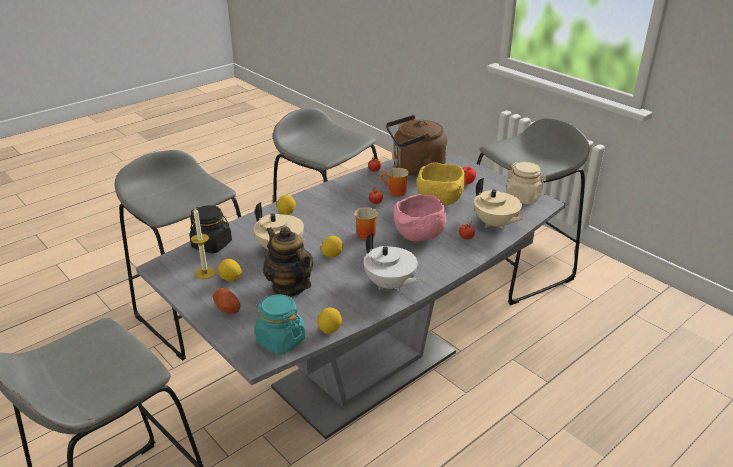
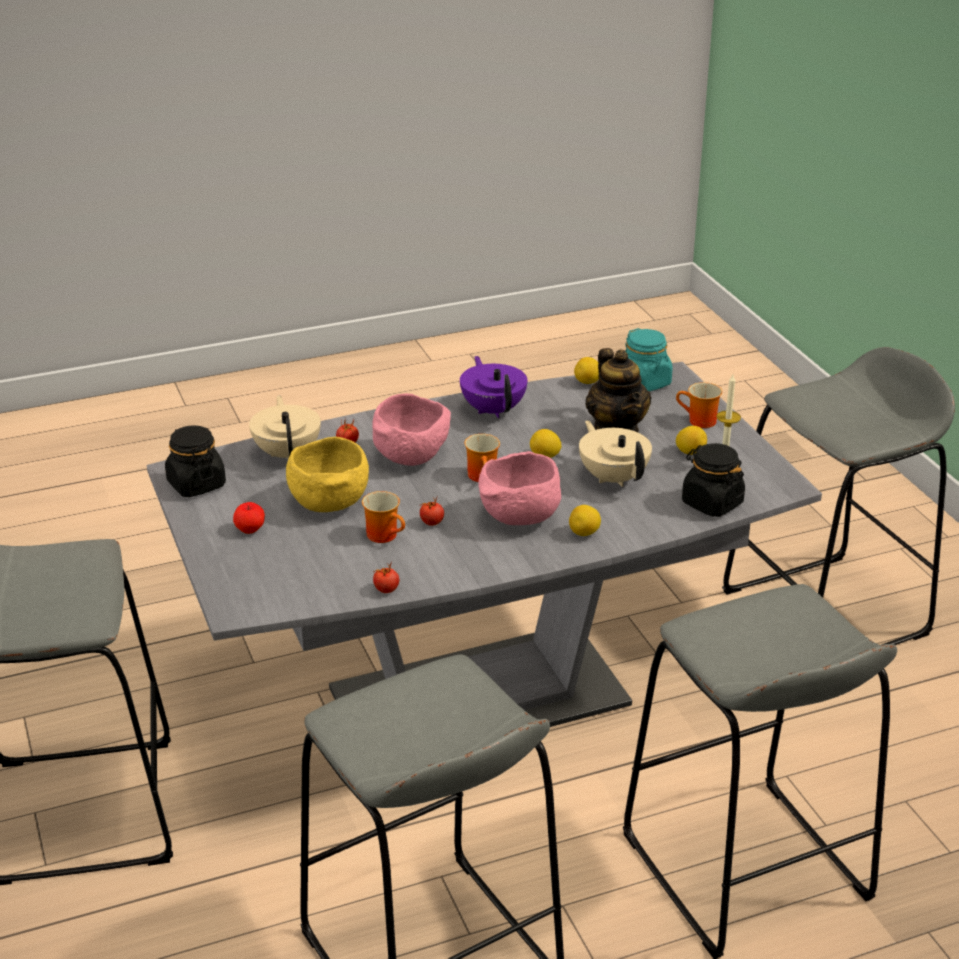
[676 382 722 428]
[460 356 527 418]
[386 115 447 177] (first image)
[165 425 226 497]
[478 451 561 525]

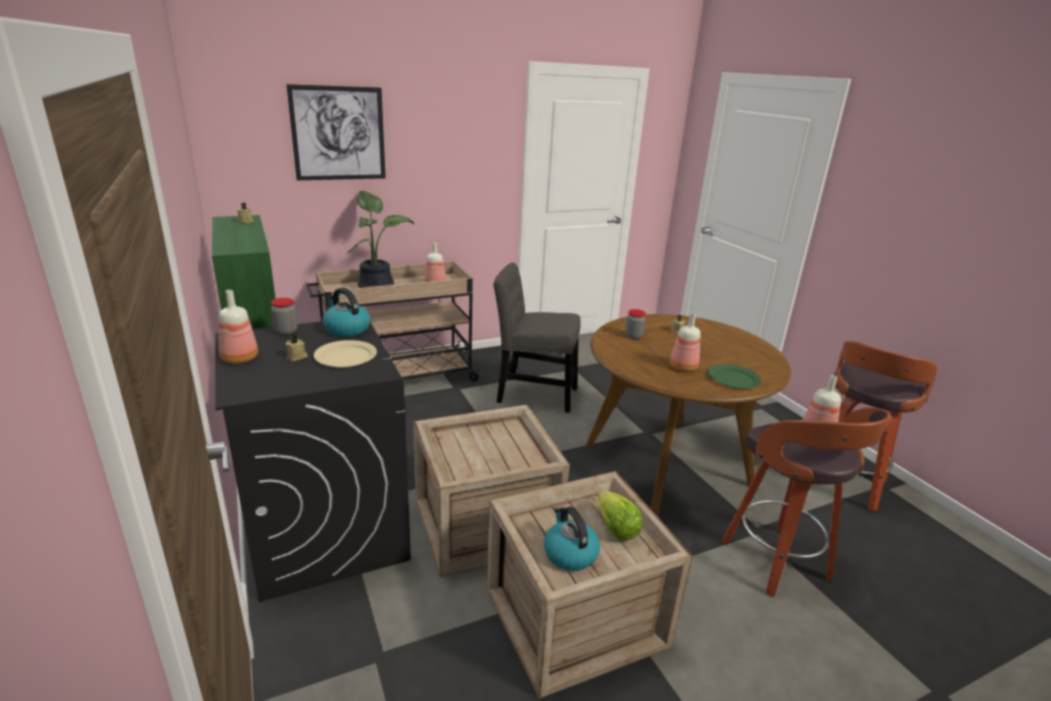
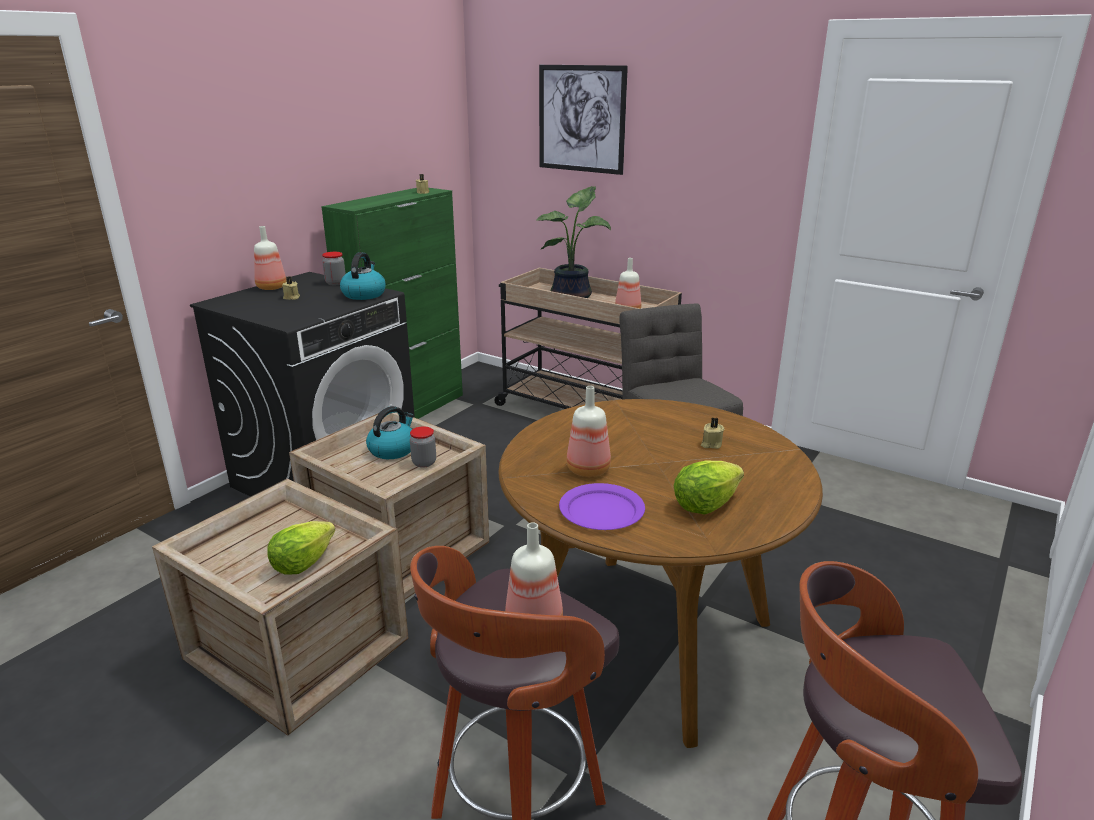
[314 340 377 367] (first image)
[366 406 414 459]
[410 426 436 468]
[559 483 645 530]
[674 460 744 514]

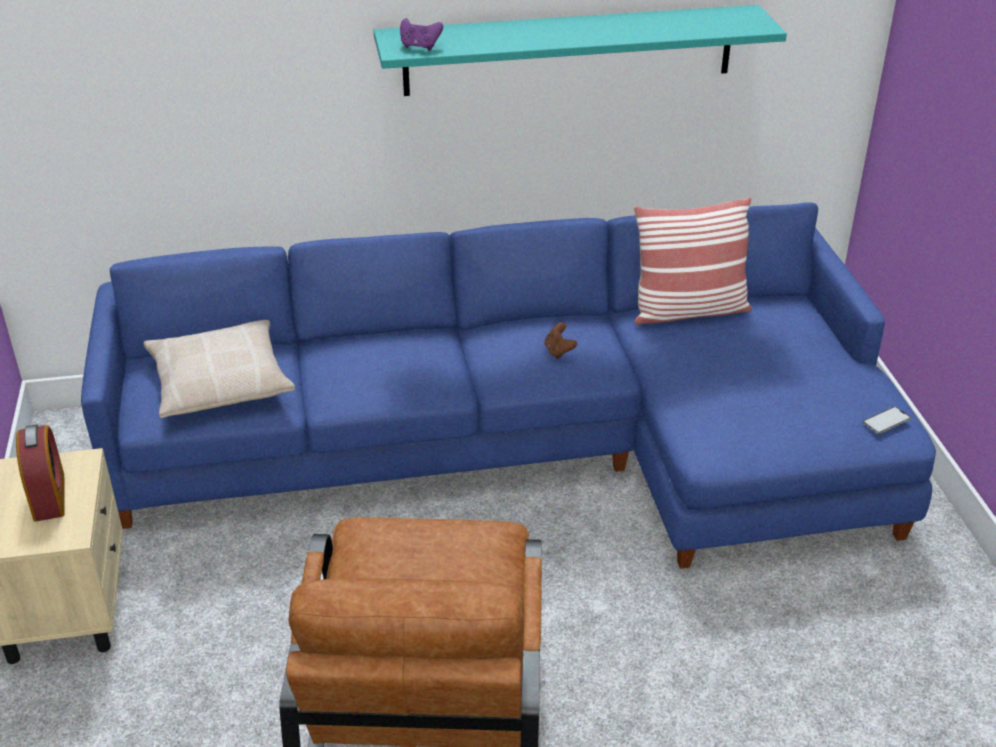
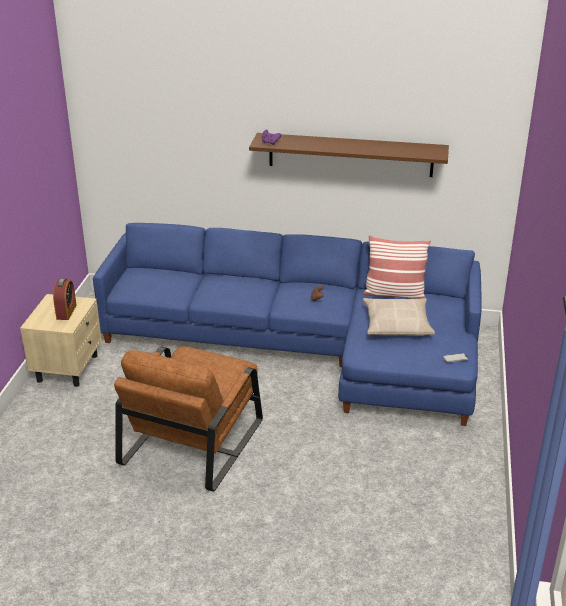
[363 298 435 336]
[249 133 449 177]

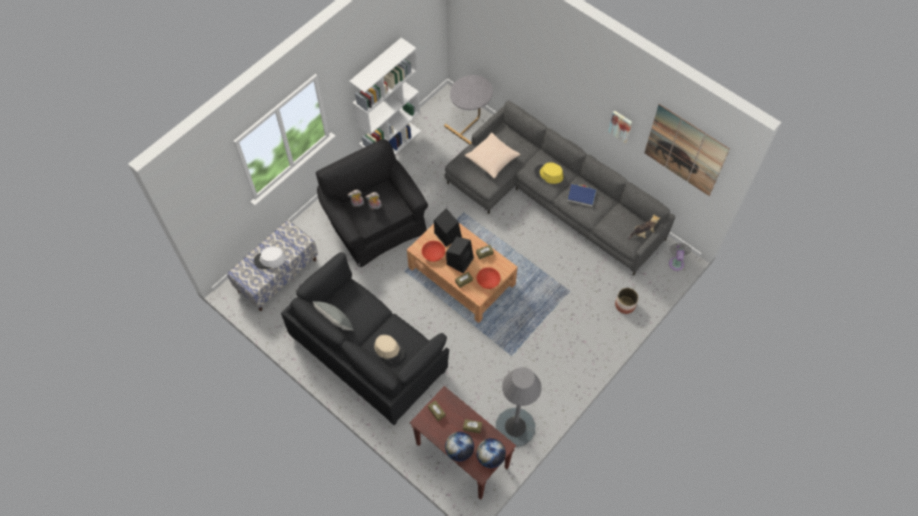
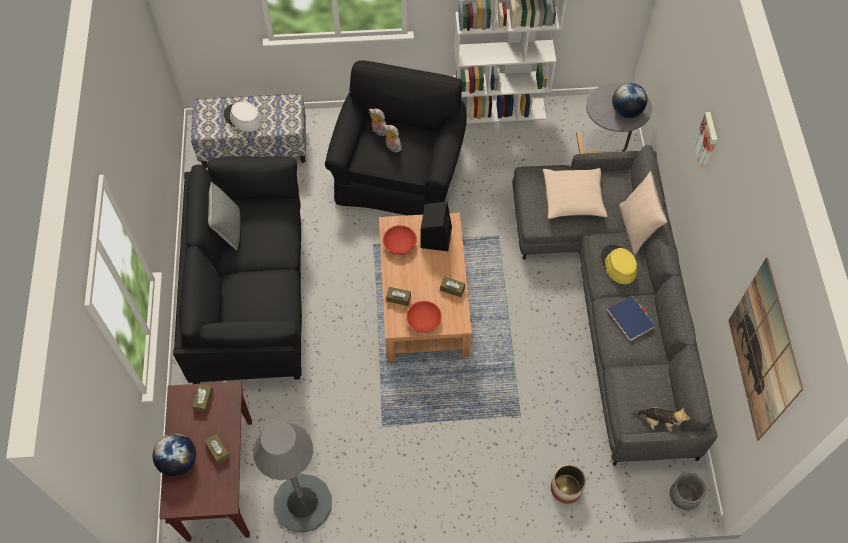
[374 335 405 363] (first image)
[446 237 474 273] (first image)
[612 83 647 118]
[693 112 717 170]
[670 473 706 510]
[619 171 667 255]

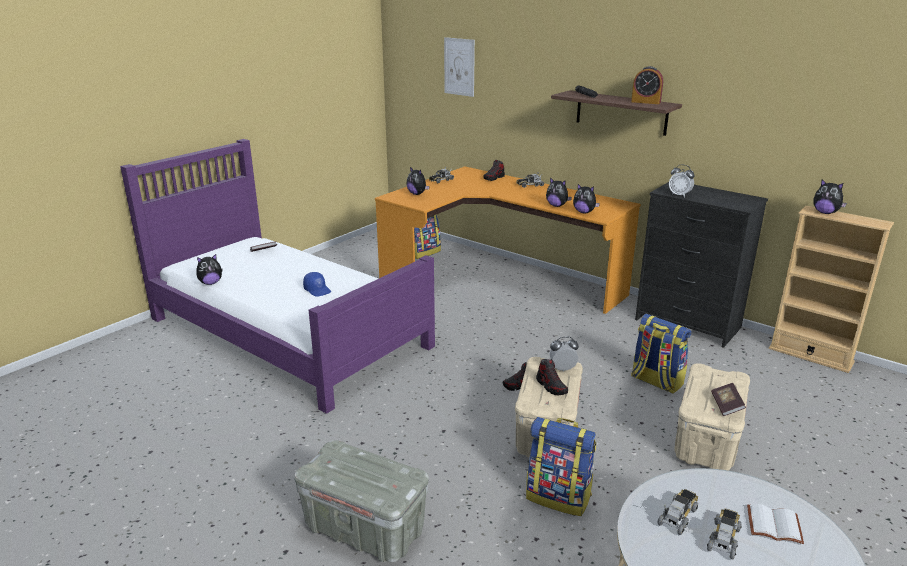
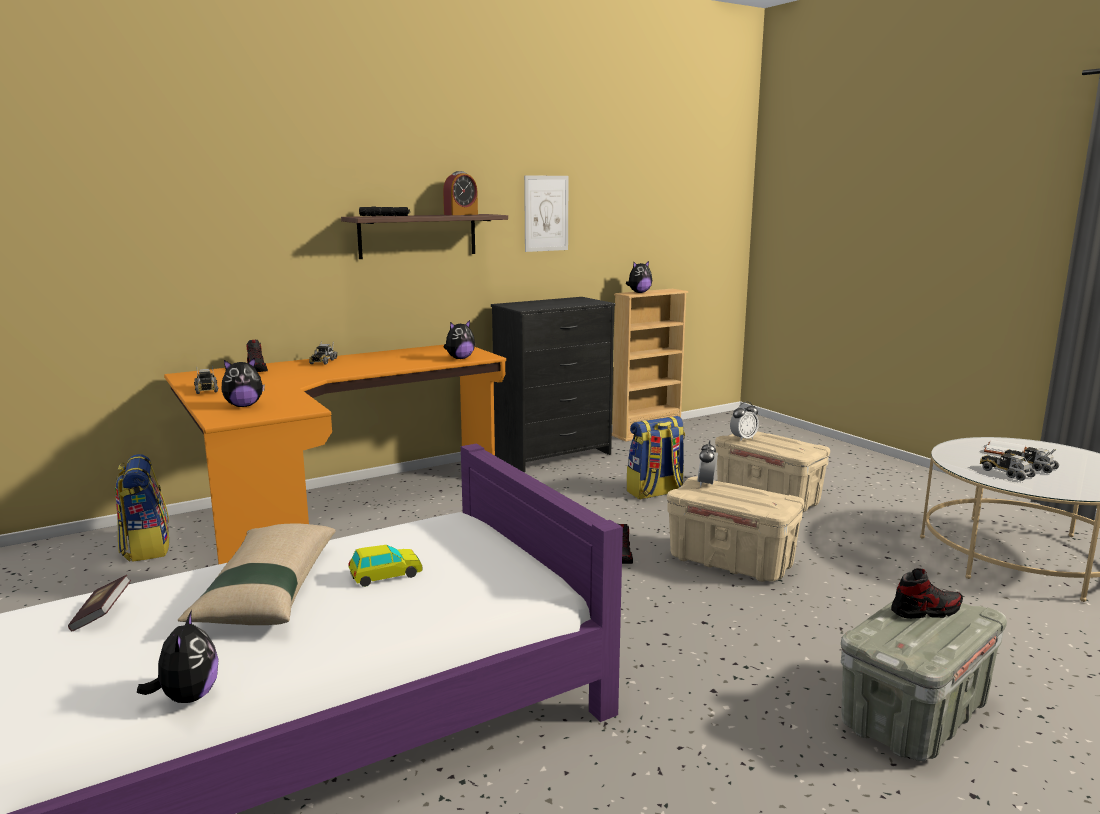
[348 545 422 587]
[524 175 569 252]
[526 417 596 516] (first image)
[891 568 963 619]
[546 178 572 207] (first image)
[730 402 759 441]
[711 383 746 416] (first image)
[178 523 336 625]

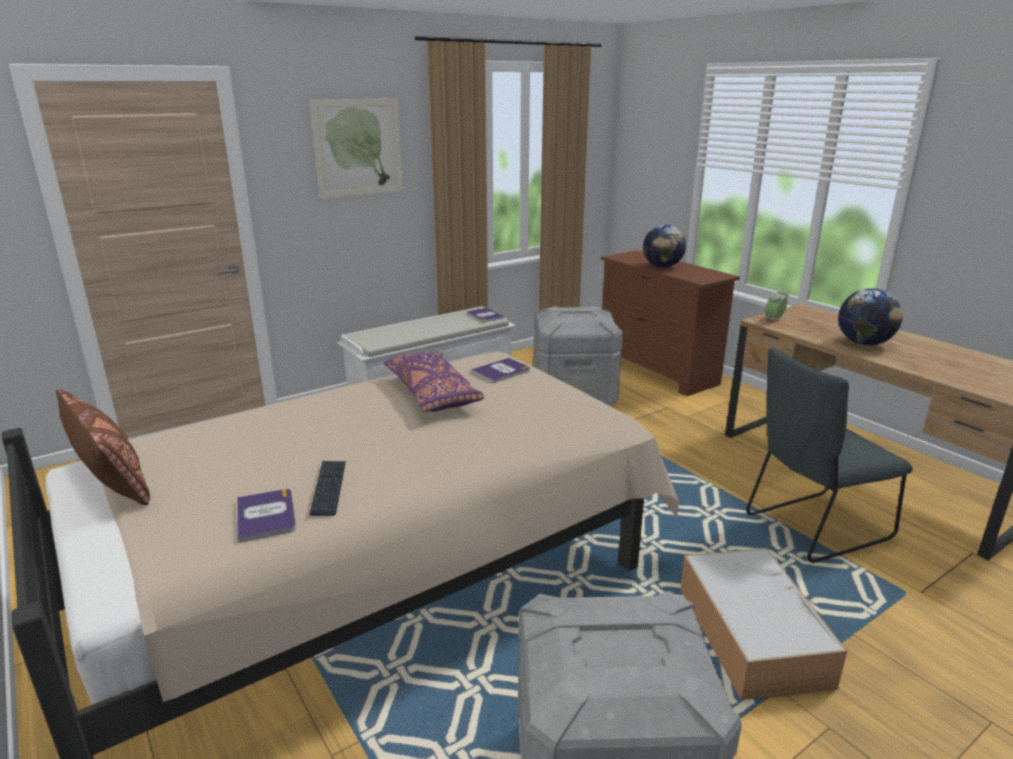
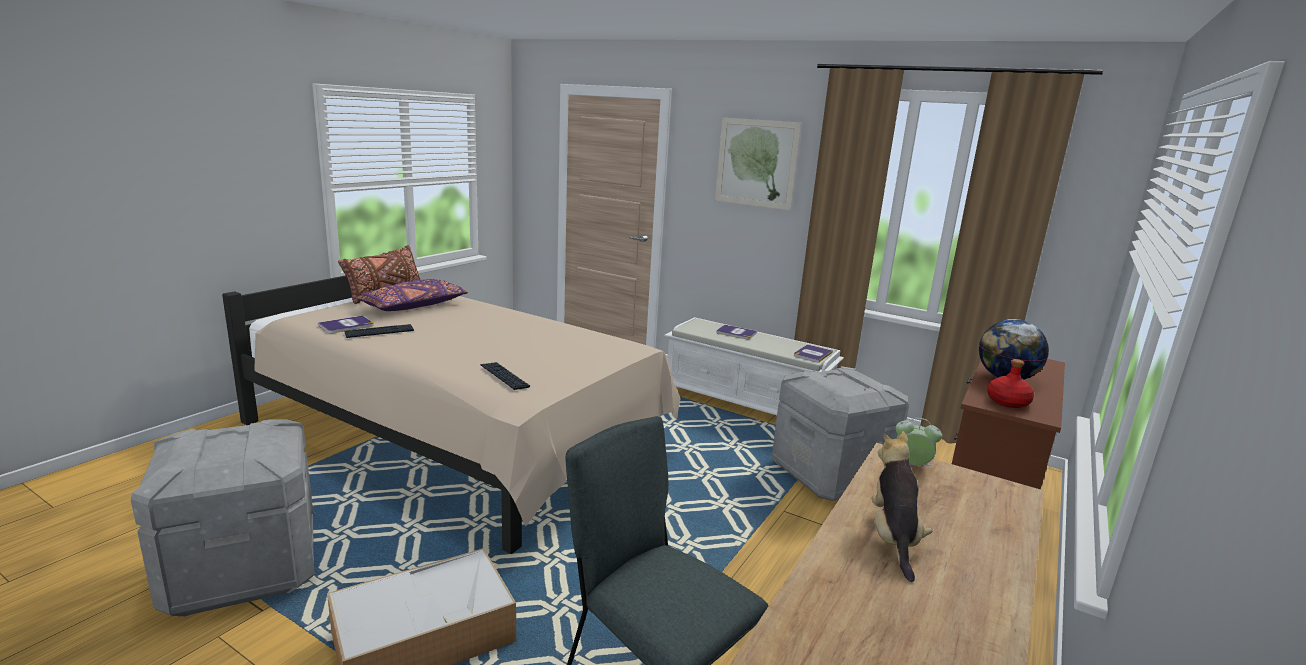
[356 279 468 311]
[716 325 757 339]
[872 431 933 582]
[480 362 530 390]
[987 359 1034 408]

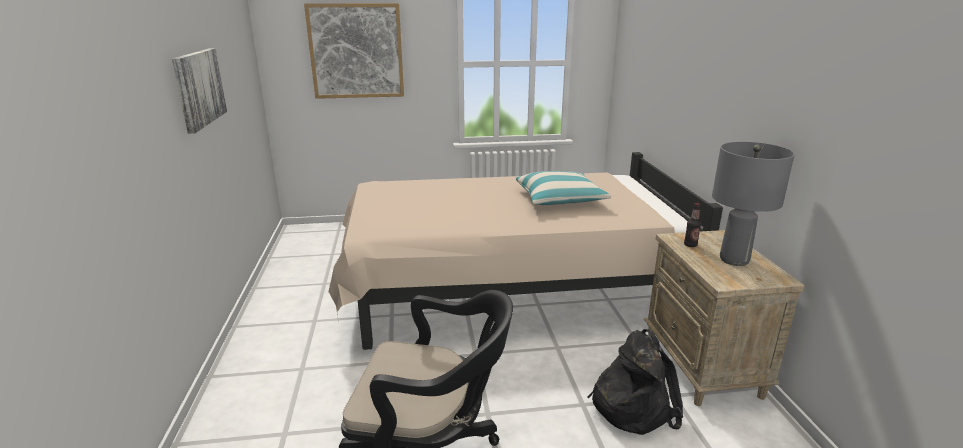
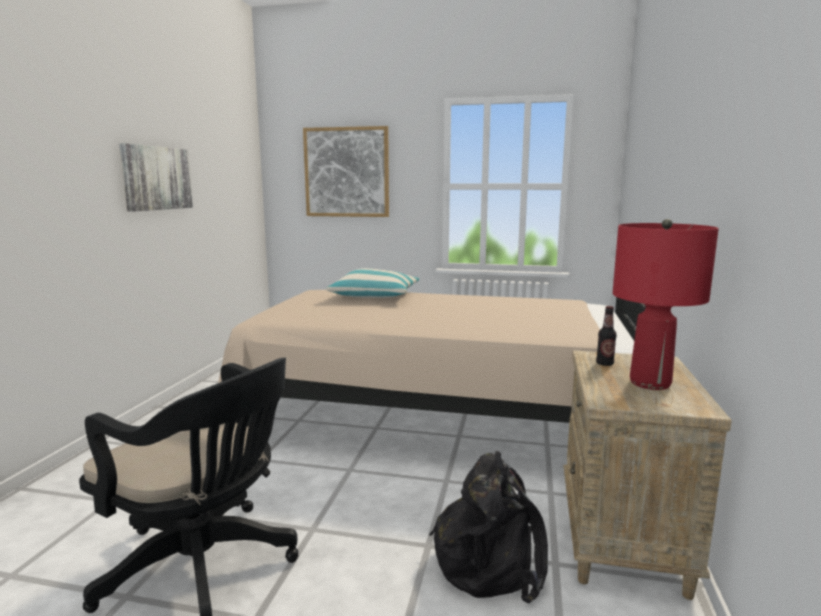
[326 268 419 298]
[613 219 719 390]

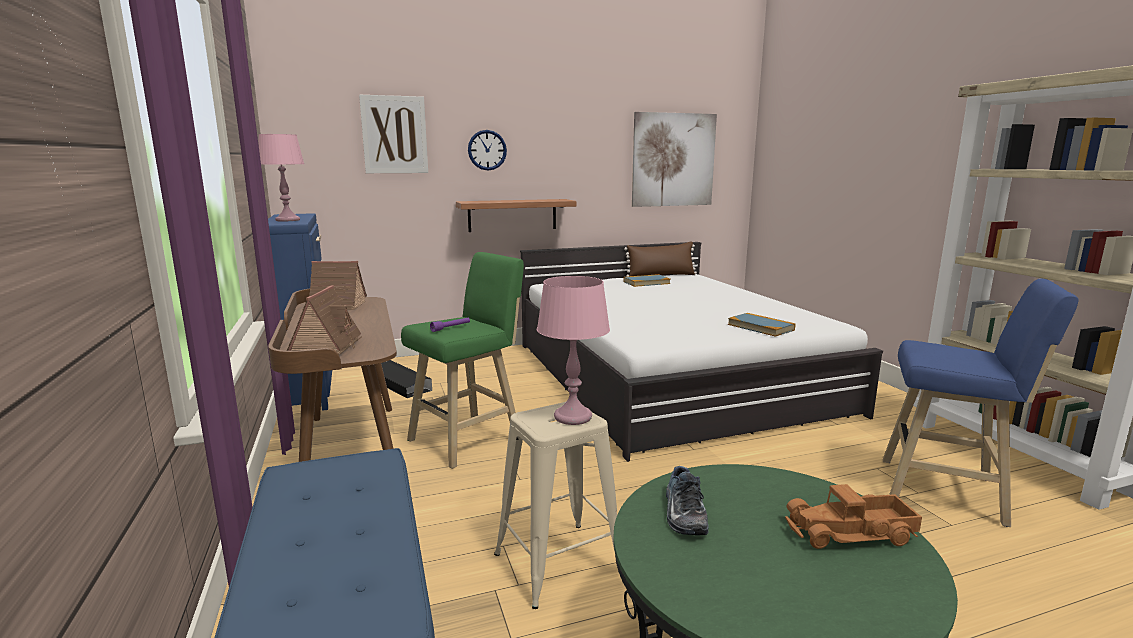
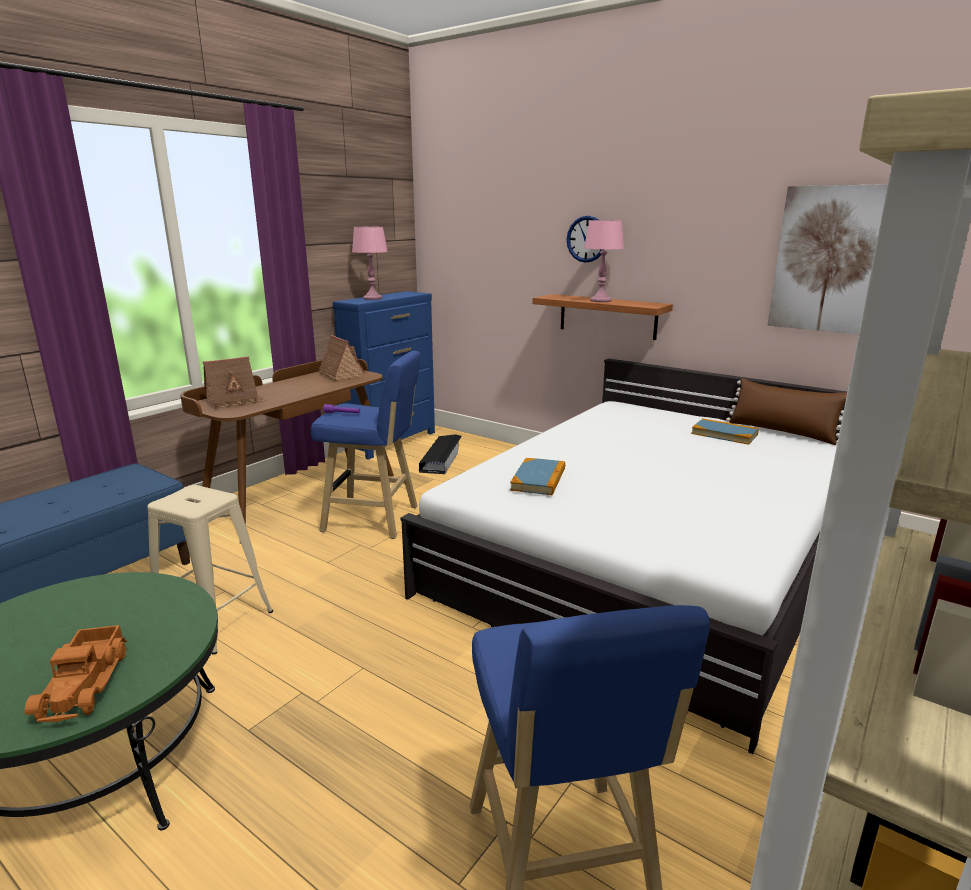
[359 95 428 173] (first image)
[311 351 421 539]
[584 220 624 302]
[666 466 709 535] (first image)
[510 458 565 495]
[25 625 128 722]

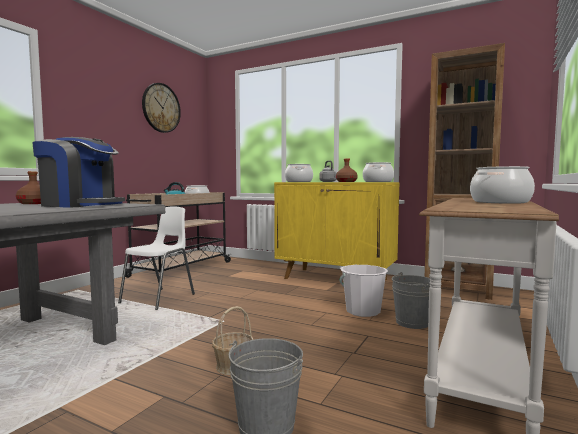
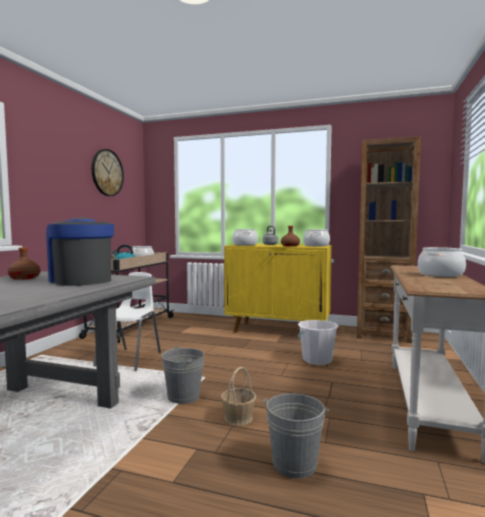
[46 218 114 286]
[162 346 204 404]

